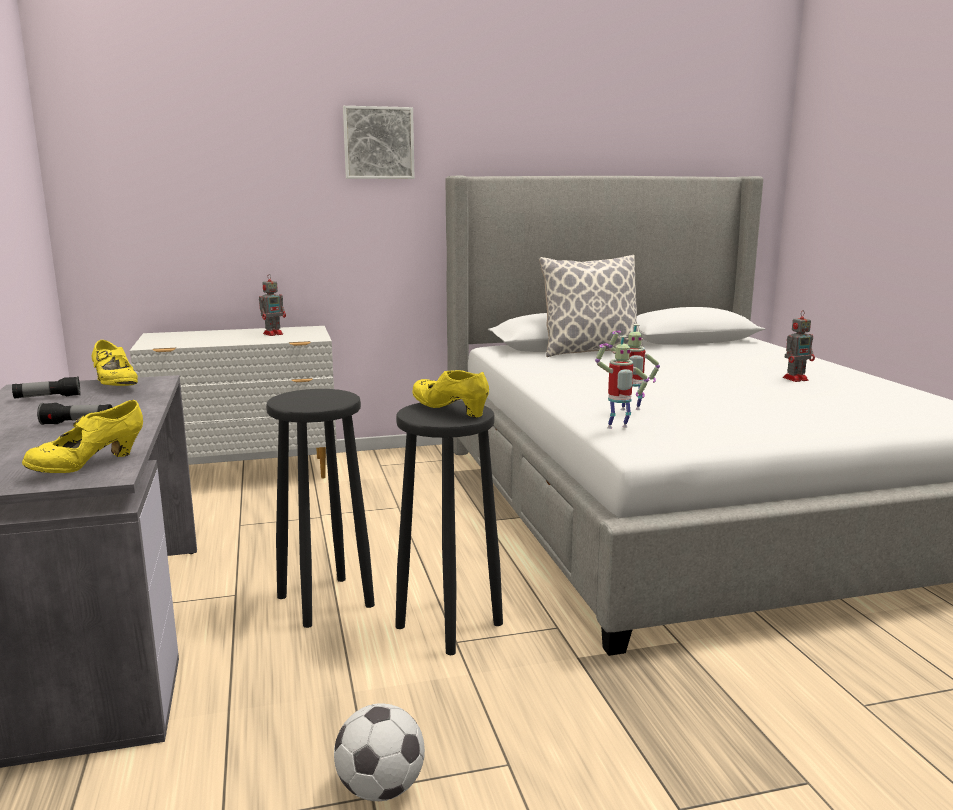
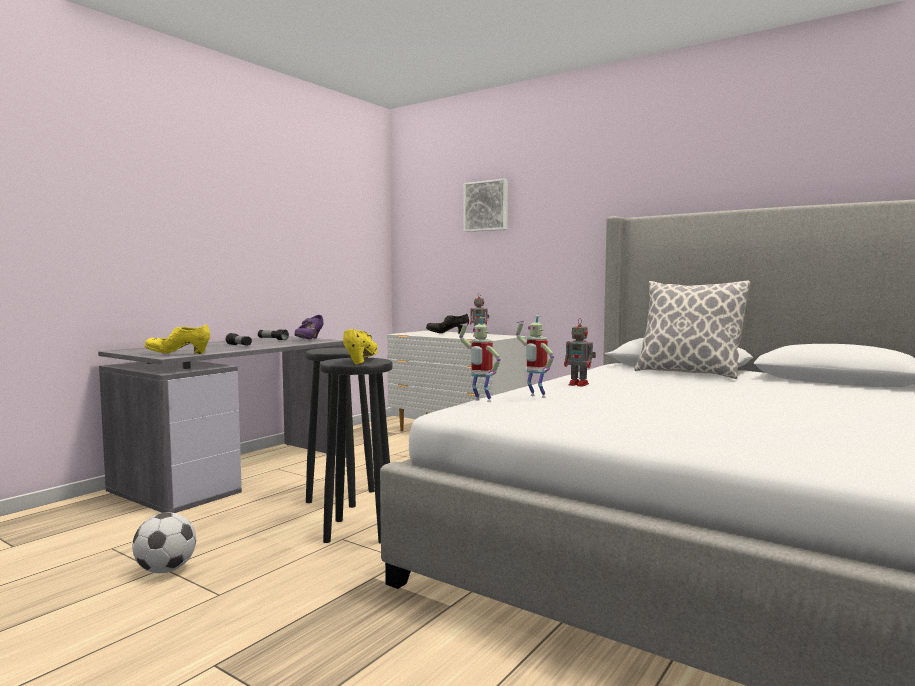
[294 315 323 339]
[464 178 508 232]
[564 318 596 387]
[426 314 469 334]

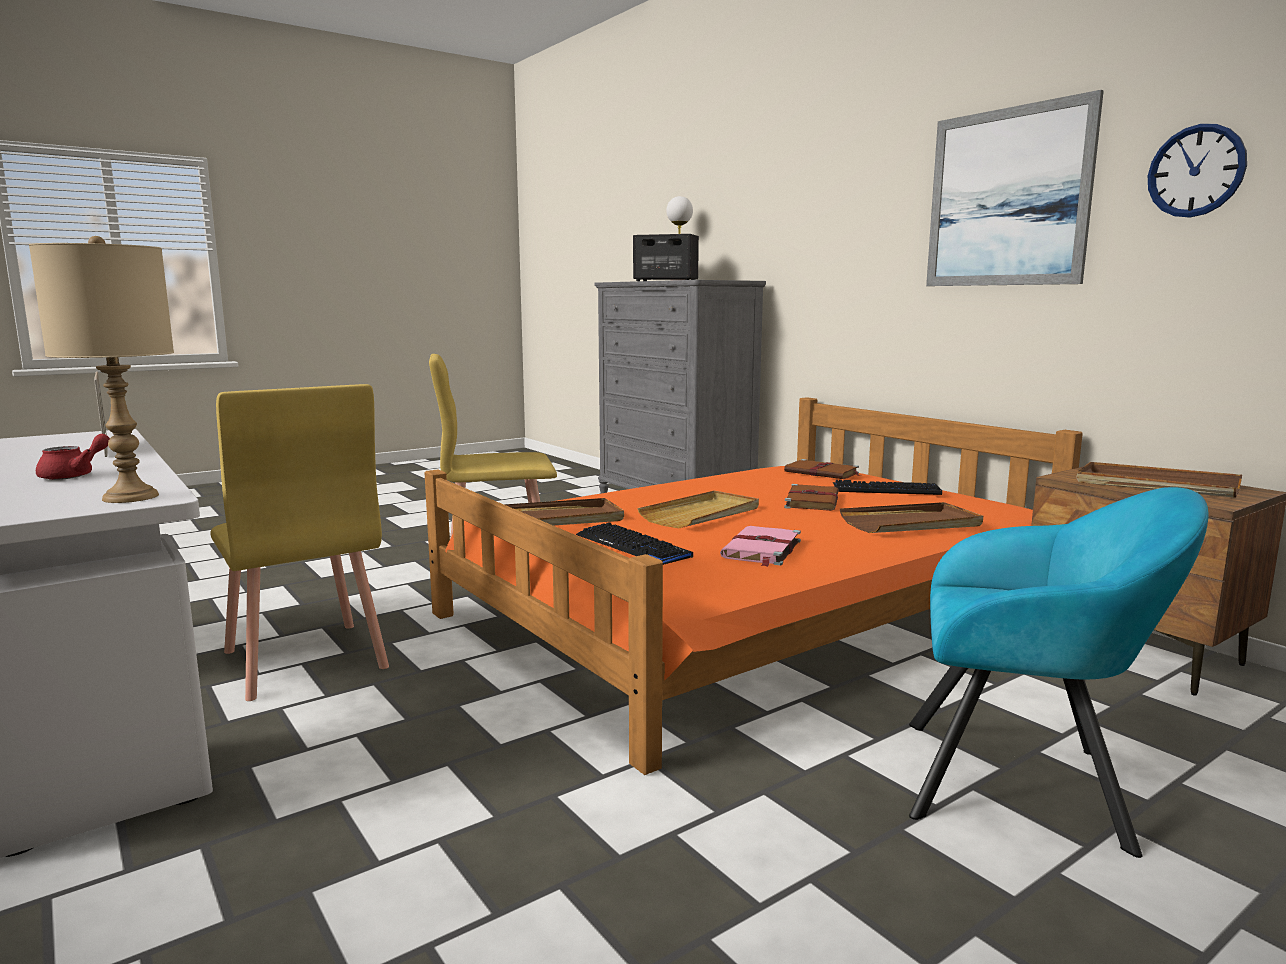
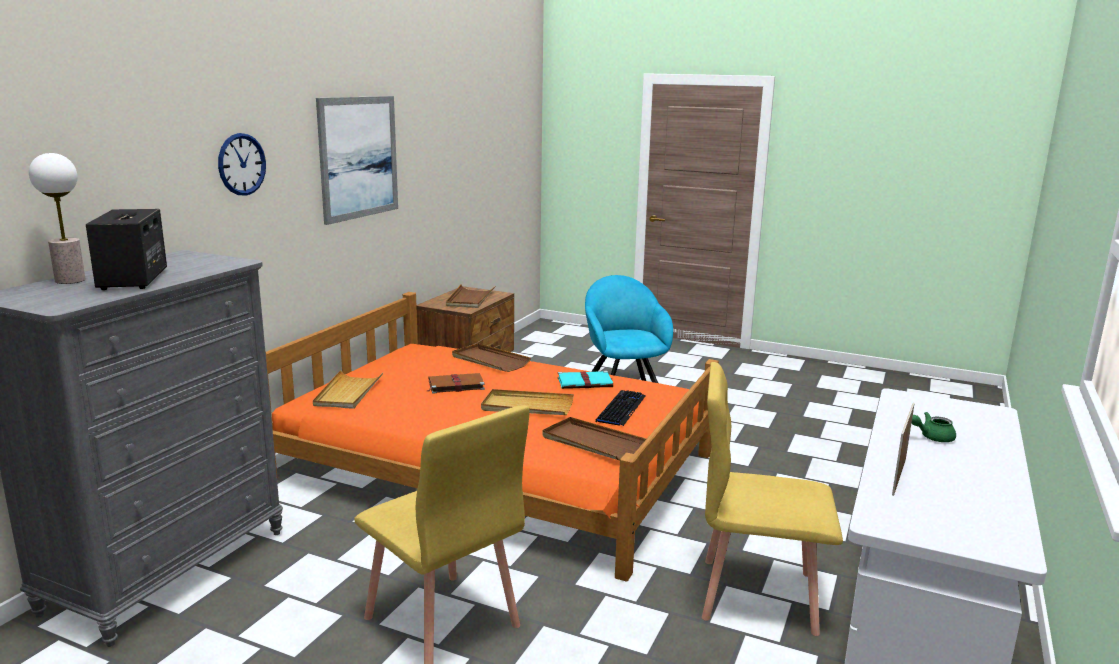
[29 236 174 503] (first image)
[912 412 956 442]
[702 362 843 636]
[558 371 613 389]
[313 370 383 409]
[833 480 942 495] (first image)
[218 133 266 196]

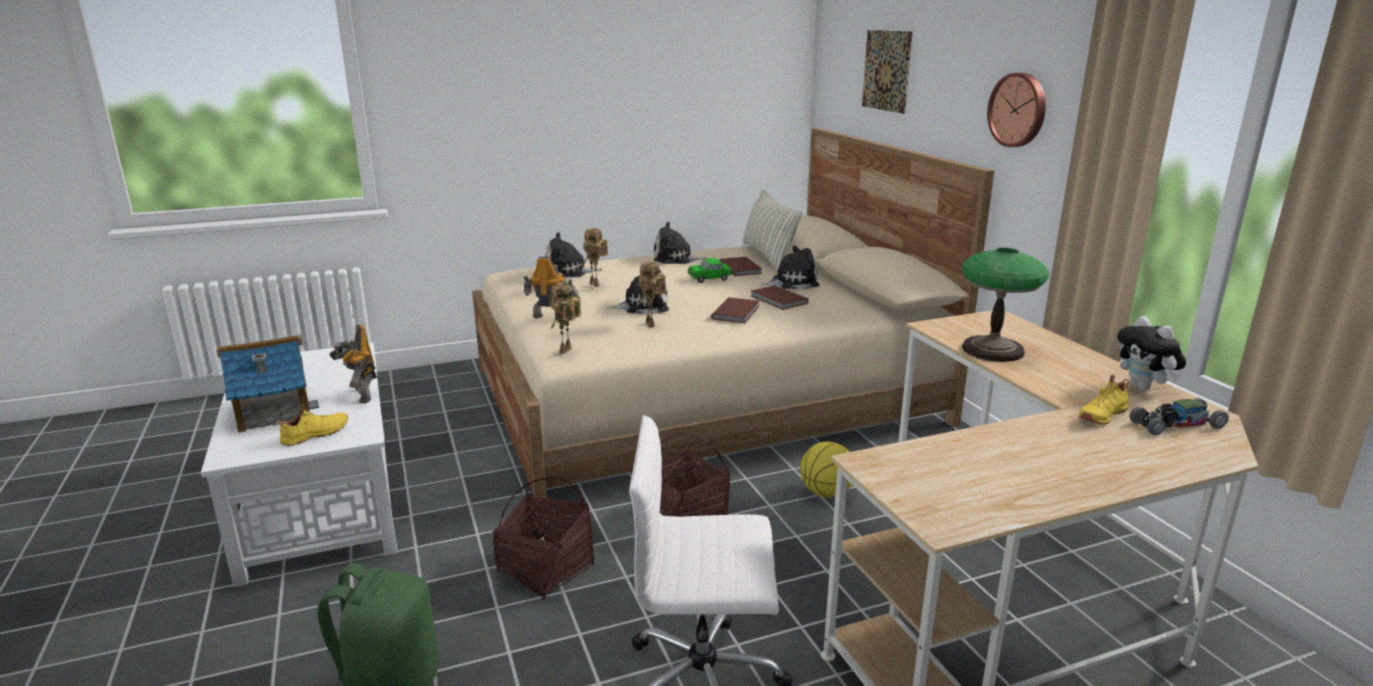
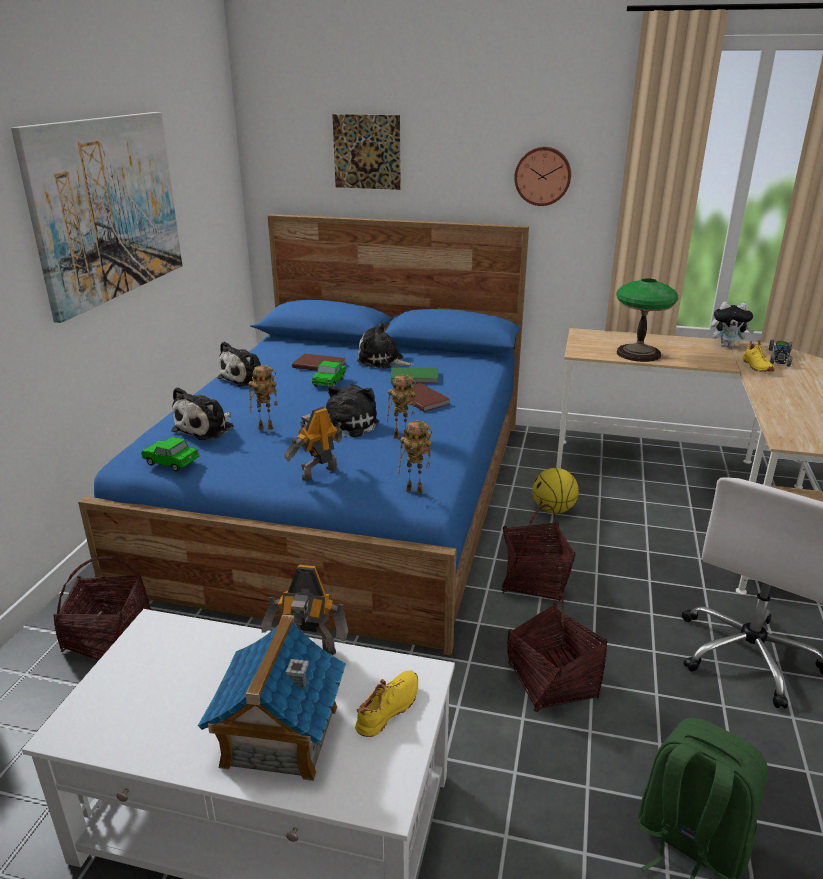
[355 670 418 737]
[78 214 529 656]
[398 420 432 494]
[743 189 802 271] (first image)
[390 367 438 384]
[357 322 414 369]
[11 112 182 323]
[54 556 151 660]
[141 437 200 472]

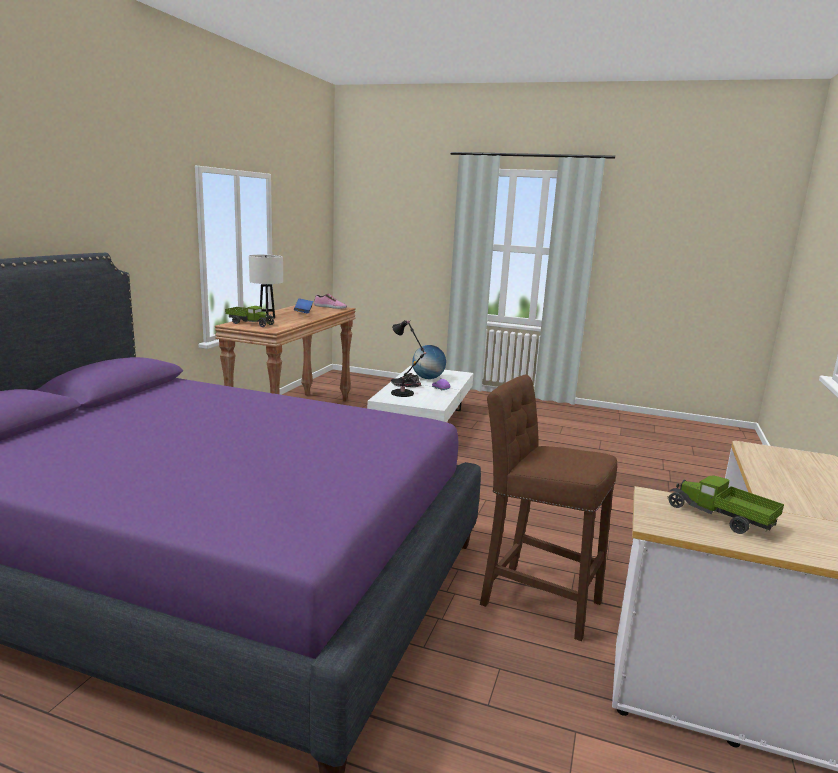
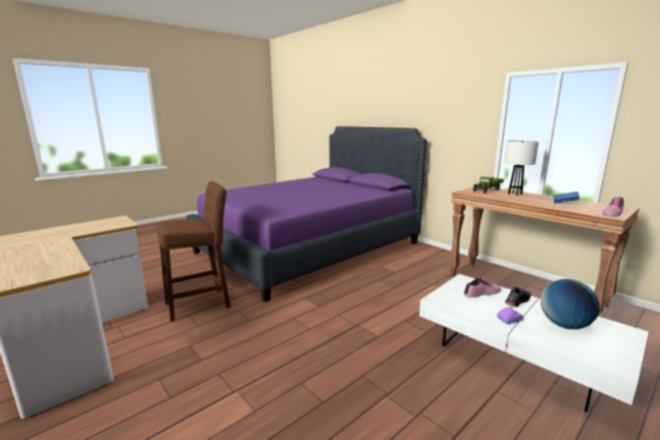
[464 278 501 298]
[667 476 784 534] (first image)

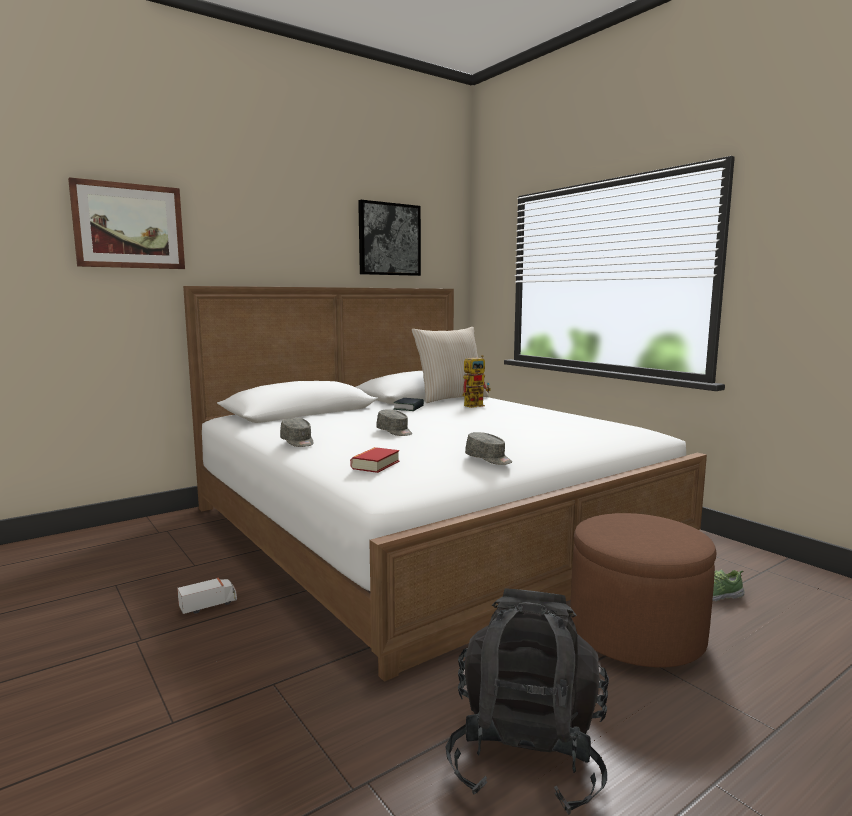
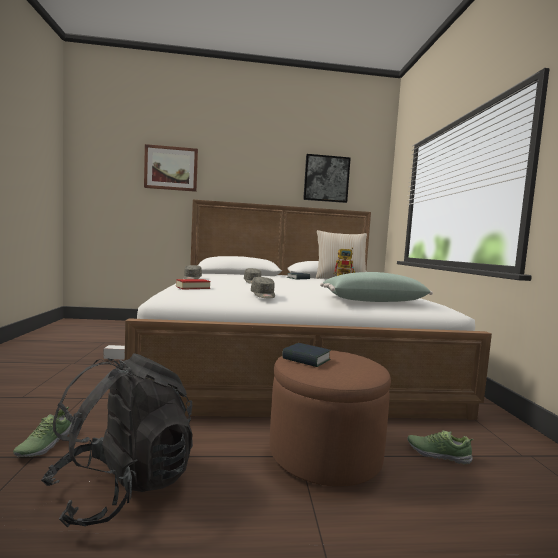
[13 407 72 457]
[282 343 331 367]
[320 272 433 302]

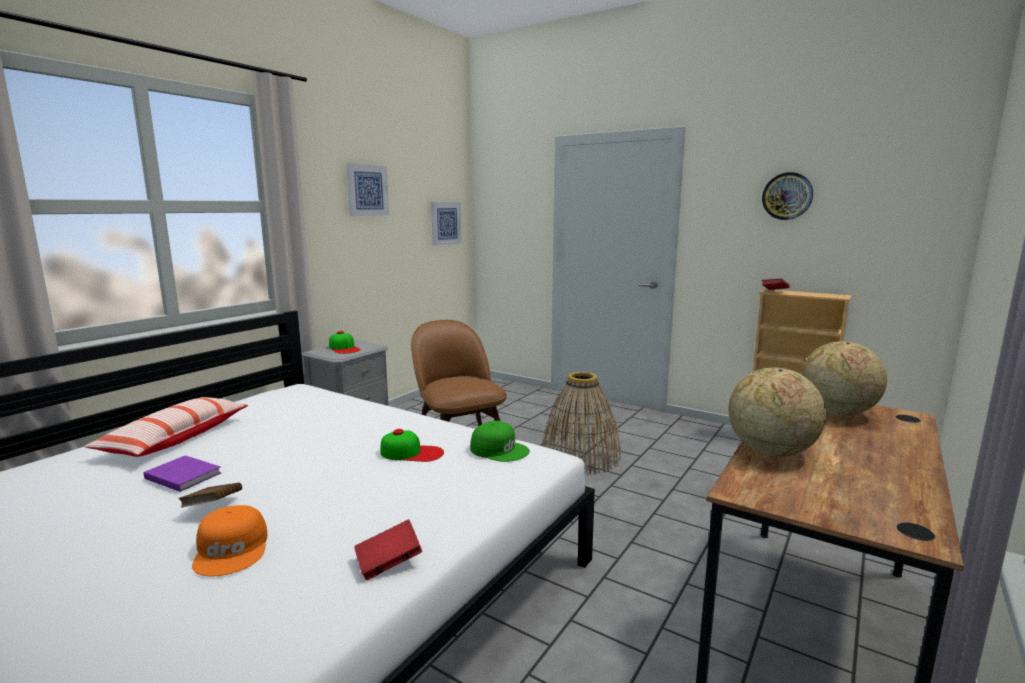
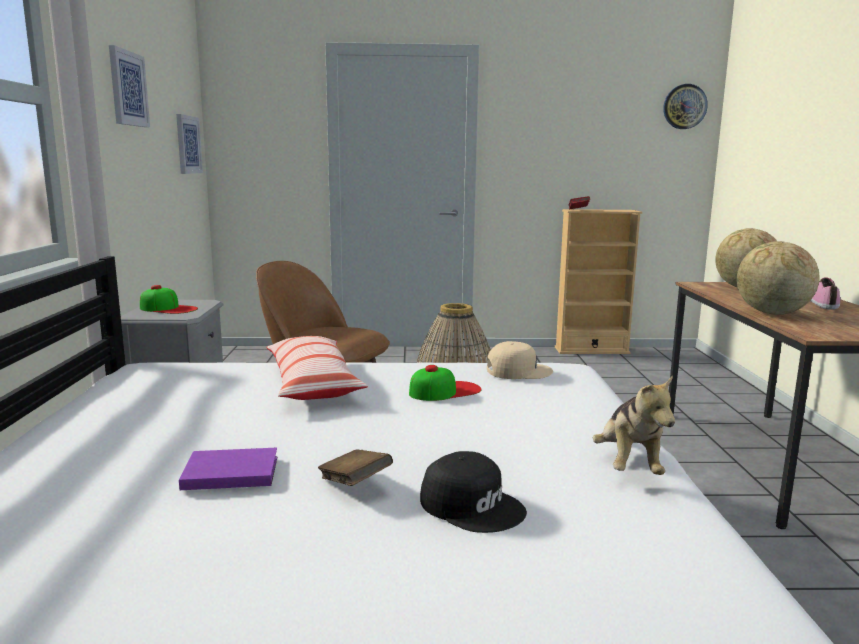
[266 336 368 400]
[420 451 527 533]
[593 375 675 475]
[487 341 553 379]
[663 84 708 129]
[810 277 840 309]

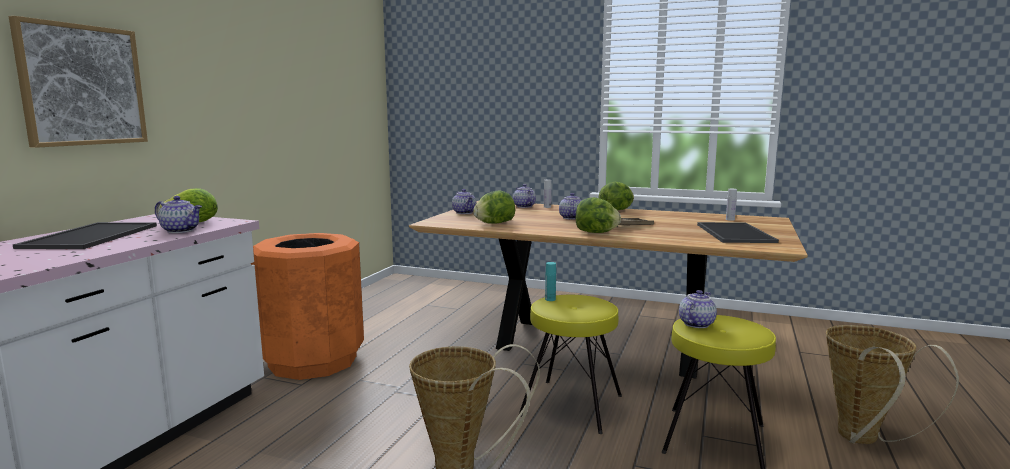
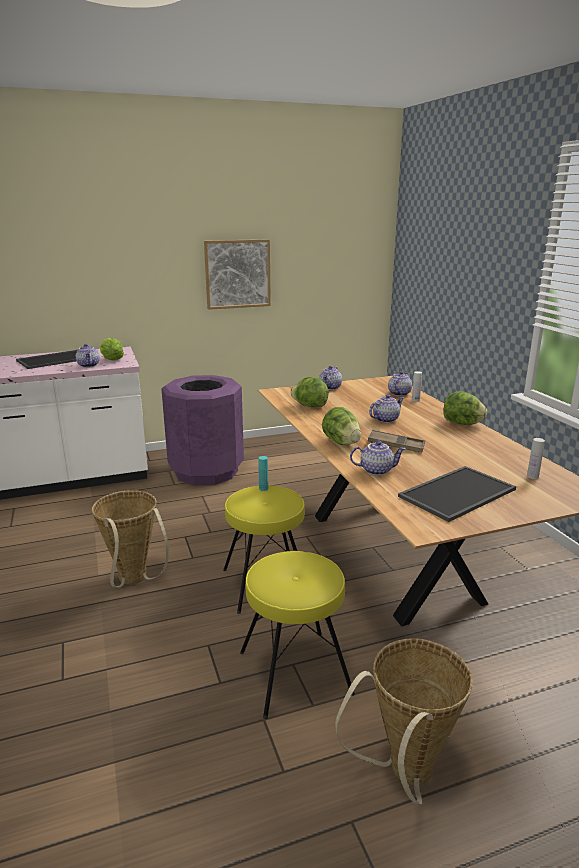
[204 239 271 310]
[161 375 244 485]
[350 440 406 475]

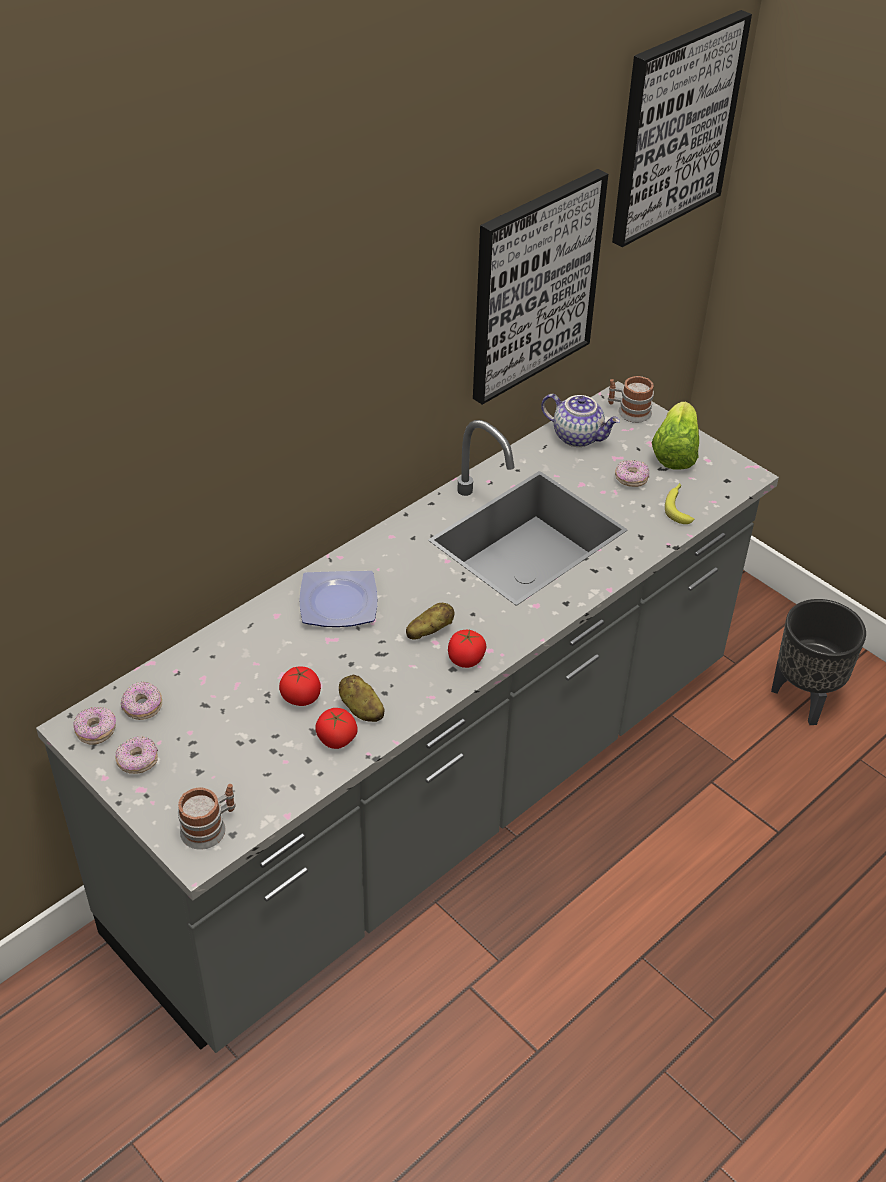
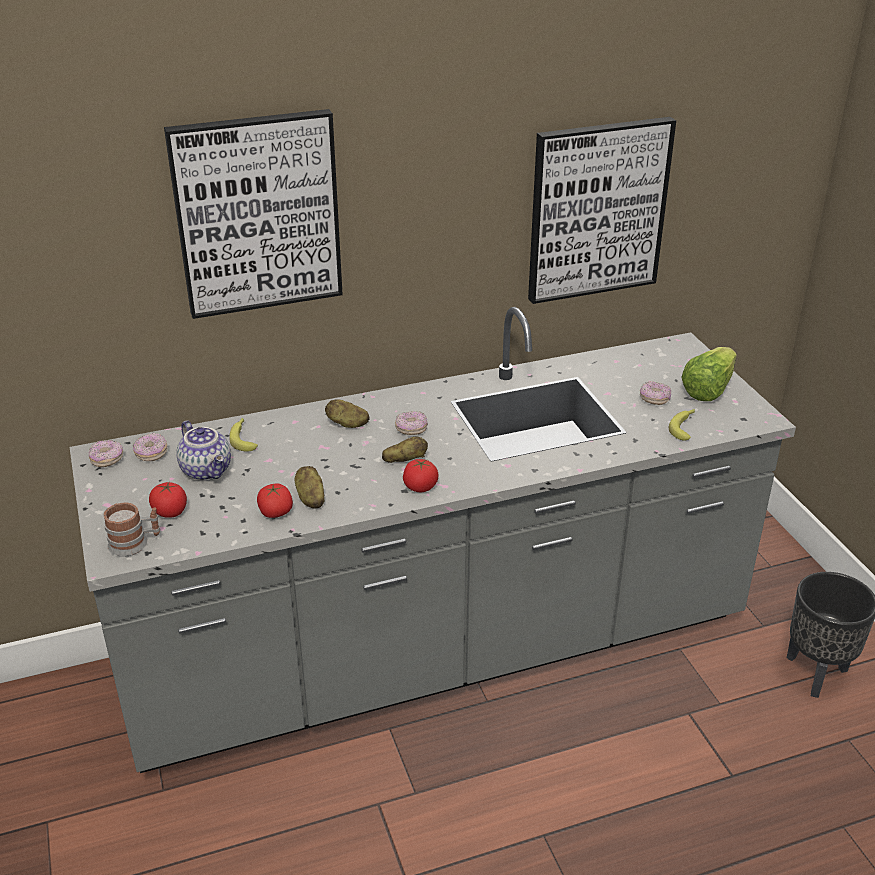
[395 411 428 435]
[149 482 187 518]
[325 399 369 428]
[177 420 231 481]
[608 376 654 423] (first image)
[164 109 343 319]
[229 418 258 452]

